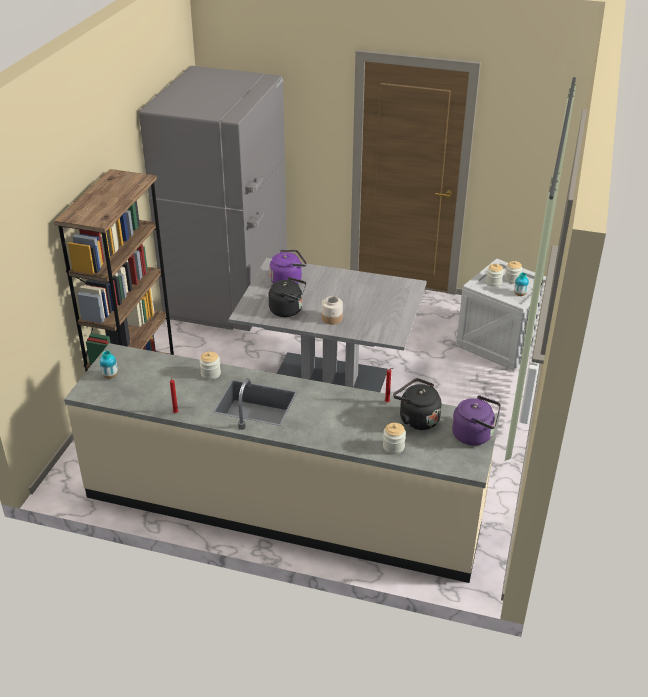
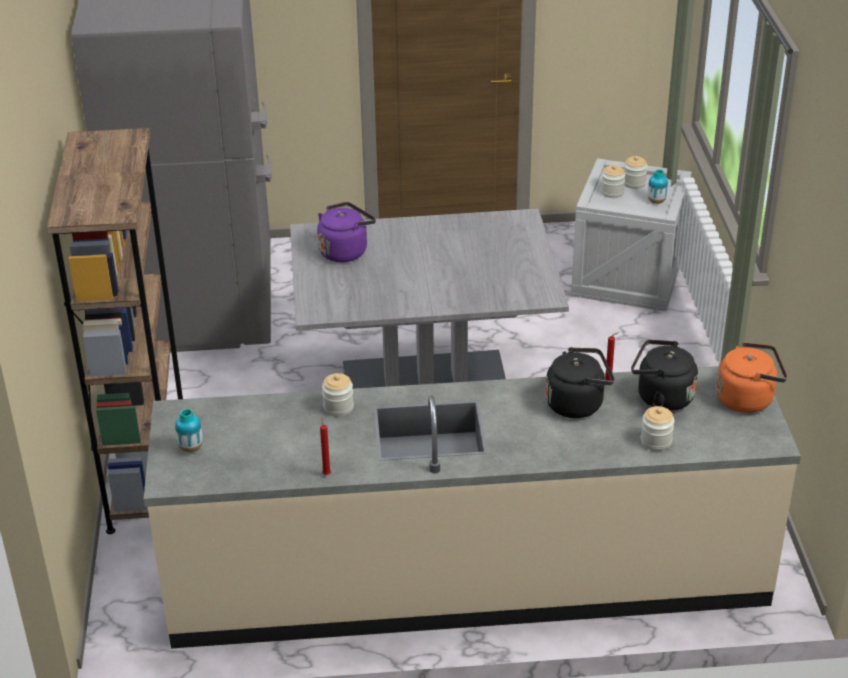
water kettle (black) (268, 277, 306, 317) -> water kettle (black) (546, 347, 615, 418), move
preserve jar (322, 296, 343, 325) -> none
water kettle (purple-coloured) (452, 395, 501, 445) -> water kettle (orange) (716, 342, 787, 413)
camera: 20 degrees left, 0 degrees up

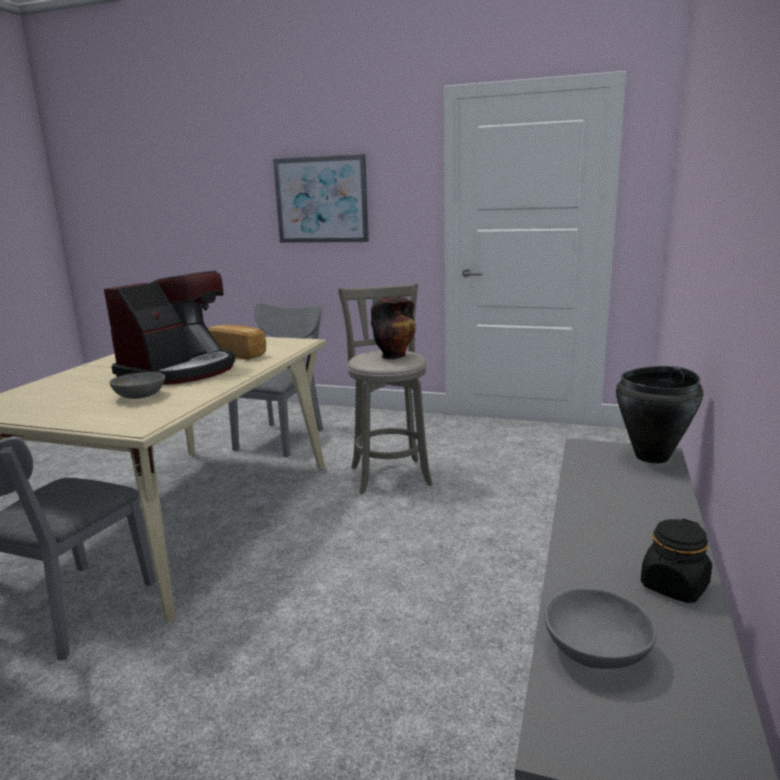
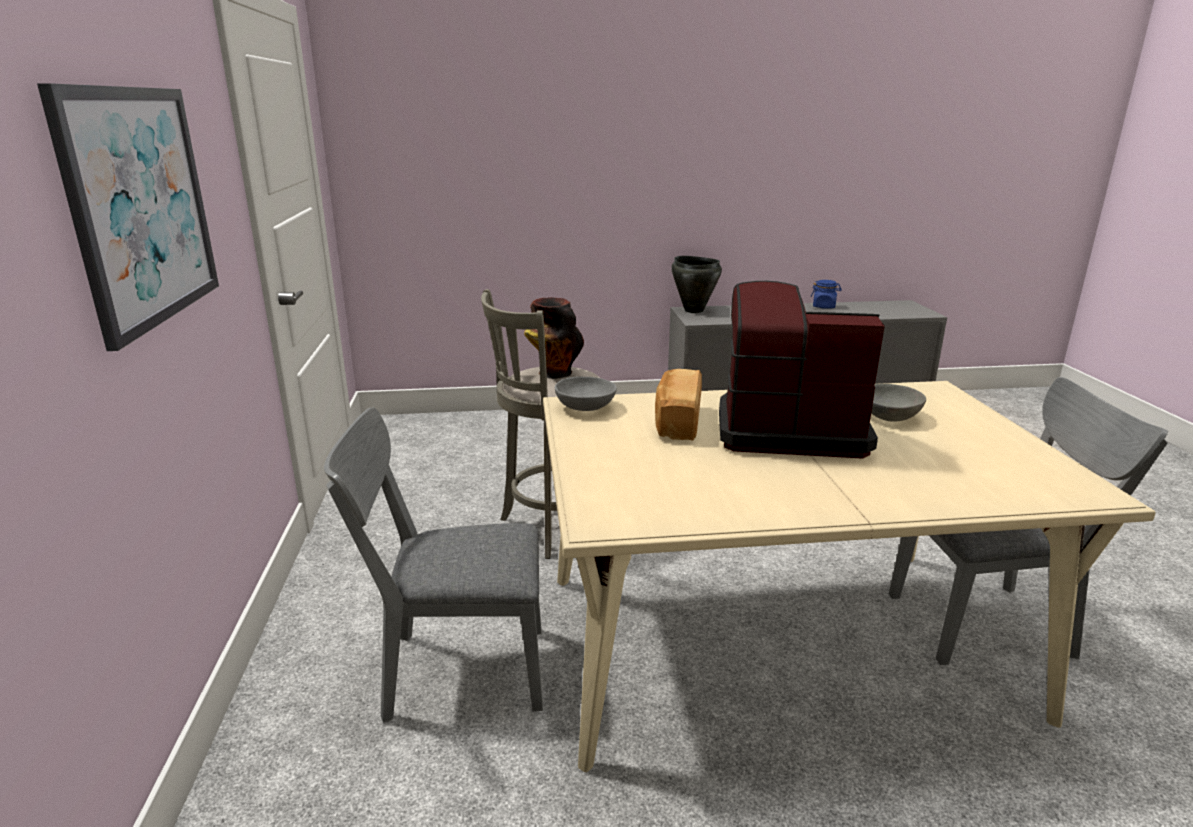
preserve jar (black) (641, 519, 712, 603) -> preserve jar (bluish) (811, 280, 841, 309)
deep dish (gray) (544, 588, 656, 669) -> deep dish (gray) (555, 377, 617, 411), move
camera: 115 degrees left, 5 degrees up

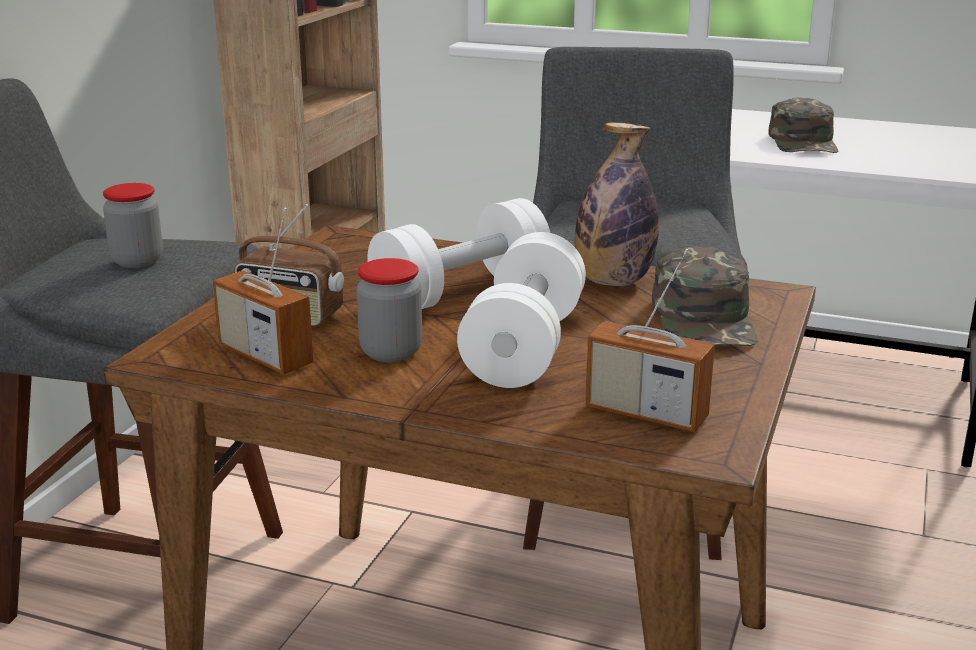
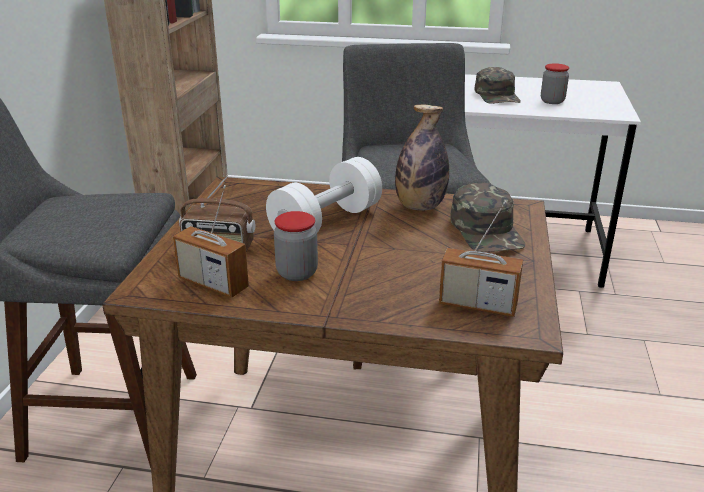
preserve jar (103, 183, 163, 268) -> preserve jar (541, 63, 569, 104), move
free weight (white) (457, 232, 586, 388) -> none
camera: 10 degrees left, 5 degrees up

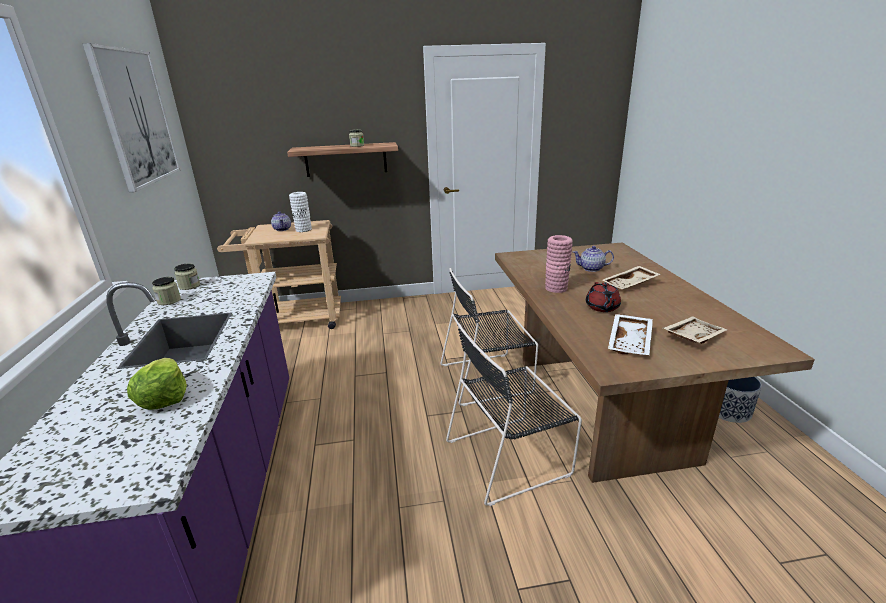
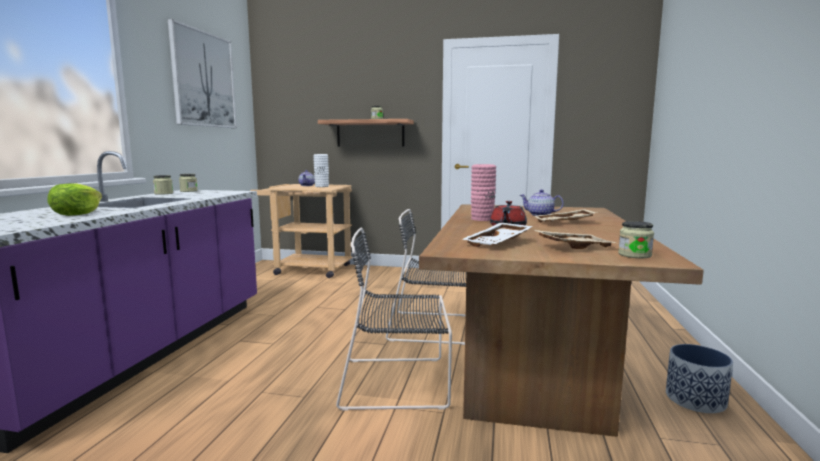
none -> preserve jar (618, 221, 654, 258)
camera: 20 degrees right, 15 degrees down

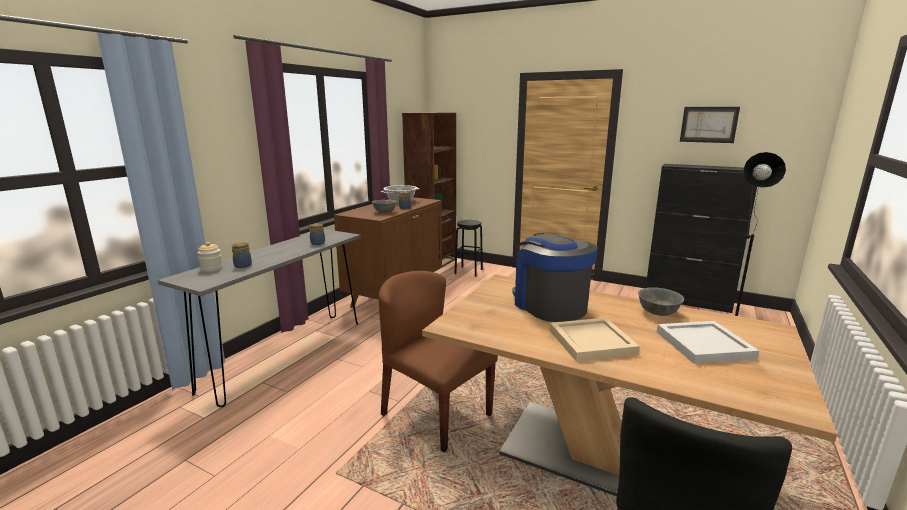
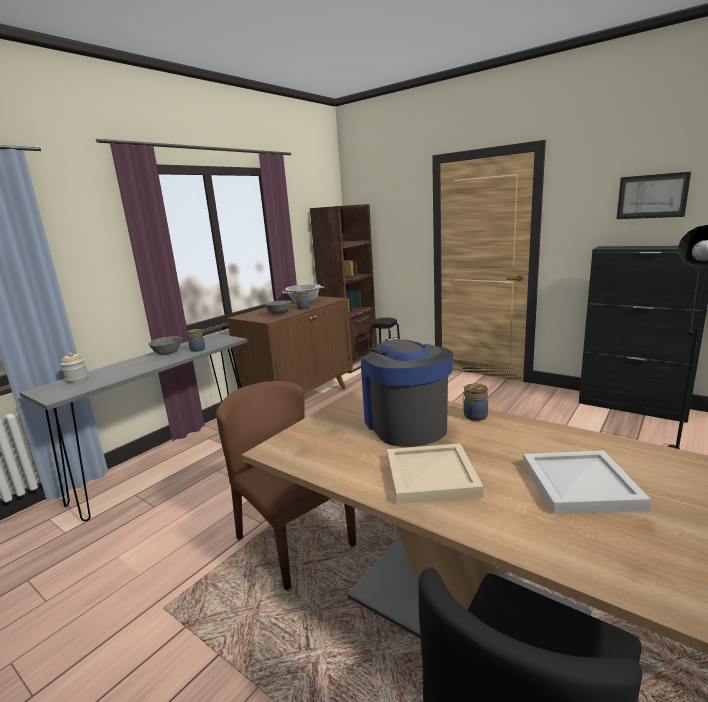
preserve jar (232, 243, 252, 268) -> preserve jar (463, 384, 488, 421), move
deep dish (gray) (638, 287, 684, 316) -> deep dish (gray) (148, 336, 182, 355), move
camera: 10 degrees right, 0 degrees up

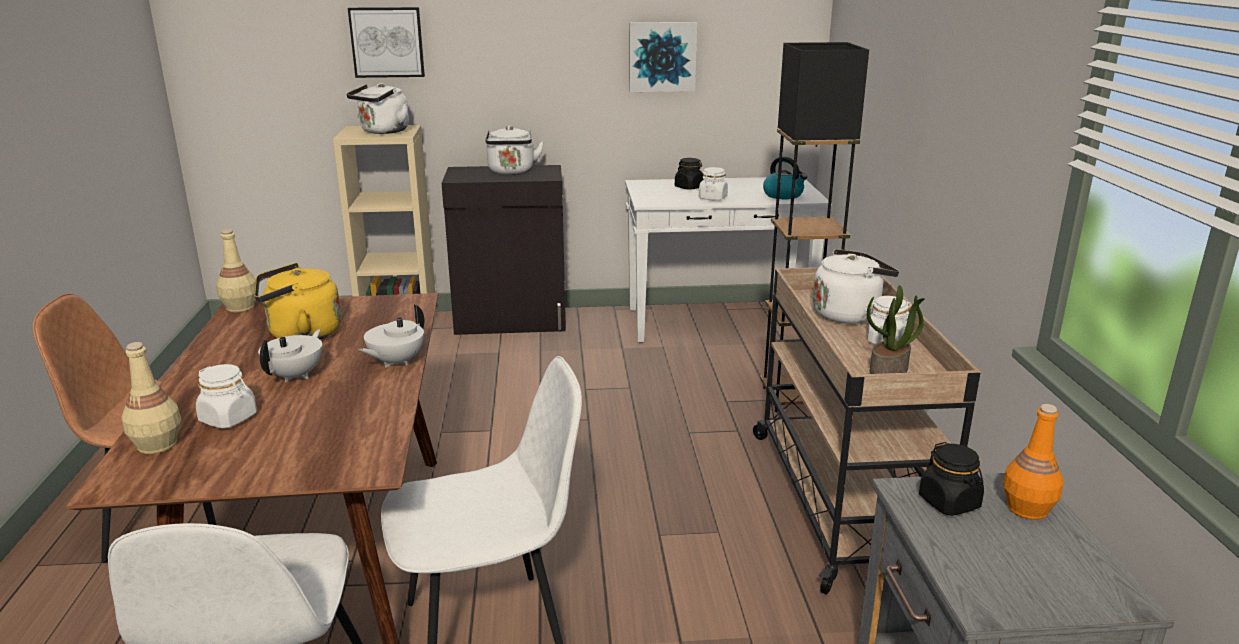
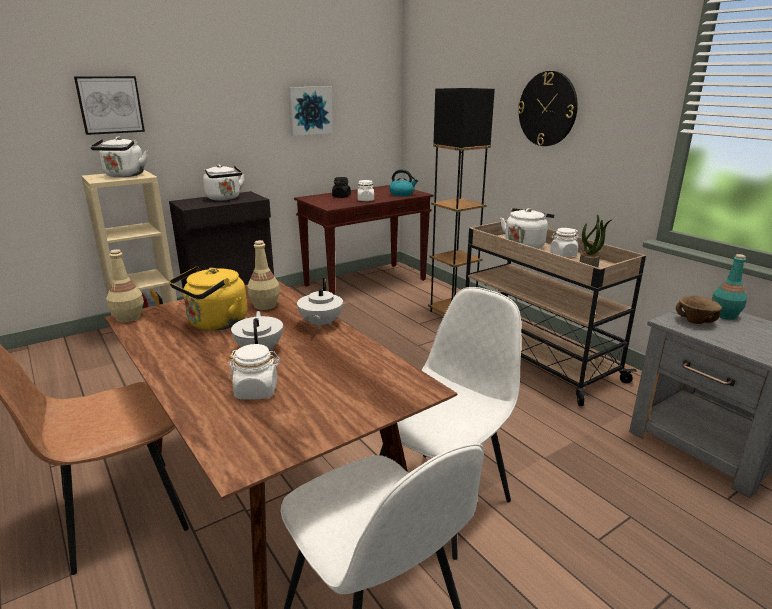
console table (white) (625, 177, 832, 343) -> console table (brownish) (294, 185, 433, 295)
beverage bottle (beige-coloured) (121, 342, 181, 454) -> beverage bottle (beige-coloured) (247, 240, 280, 310), move
beverage bottle (orange) (1003, 404, 1064, 520) -> beverage bottle (blue-green) (711, 254, 747, 320)
preserve jar (black) (919, 442, 984, 516) -> deep dish (brownish) (676, 296, 722, 324)
none -> hanging clock (518, 71, 578, 146)
camera: 30 degrees left, 0 degrees up

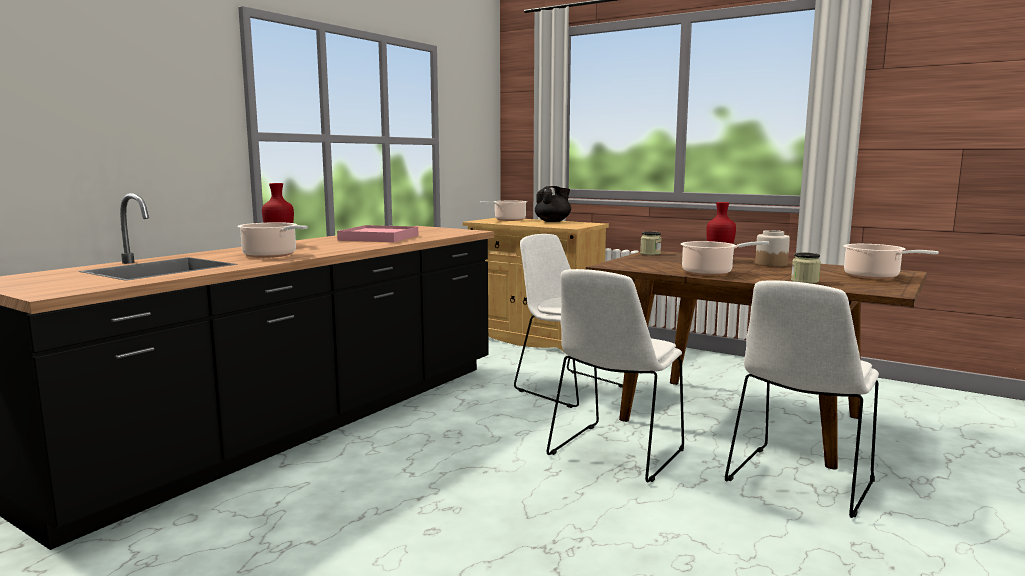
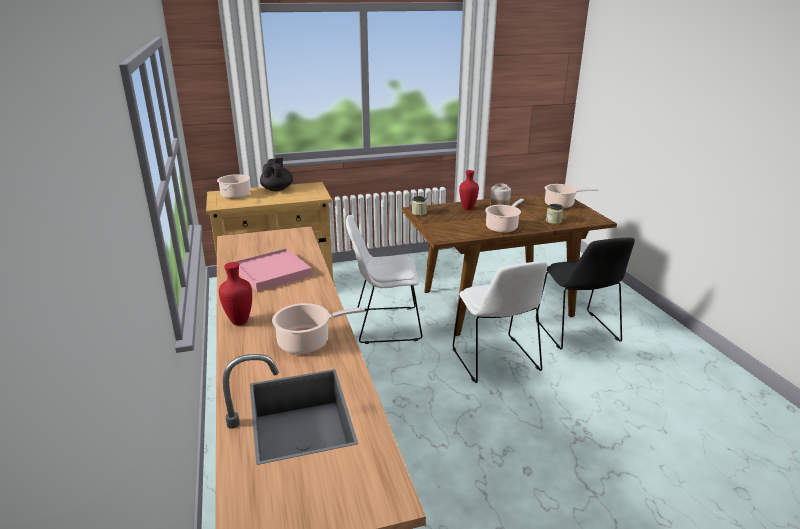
plain chair (white) (725, 280, 879, 518) -> plain chair (black) (536, 238, 635, 349)
camera: 50 degrees left, 15 degrees up

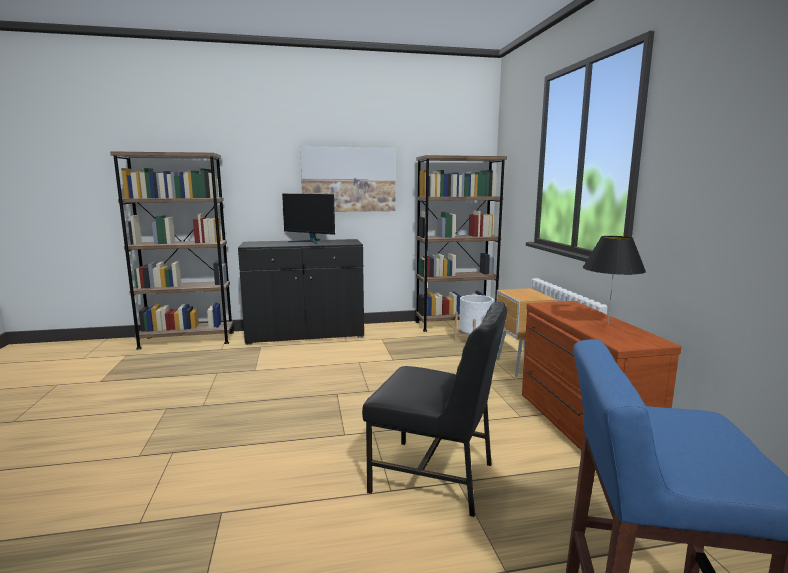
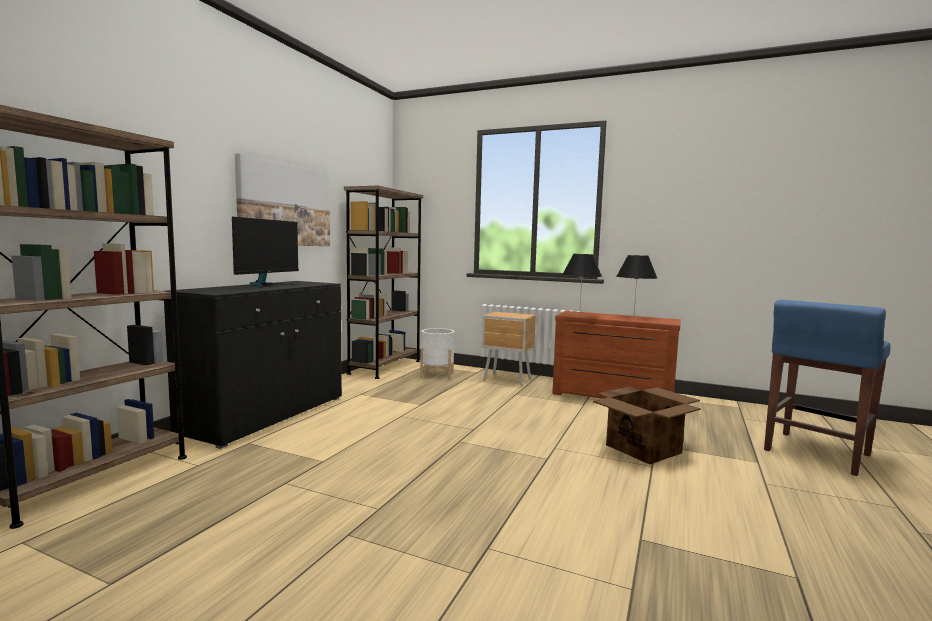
computer screen (282, 194, 335, 245) -> computer screen (232, 217, 299, 288), 45 degrees counterclockwise
plain chair (black) (362, 301, 507, 517) -> packing box (593, 387, 701, 465)
none -> lamp for a table (black) (562, 254, 602, 307)
camera: 55 degrees left, 5 degrees down

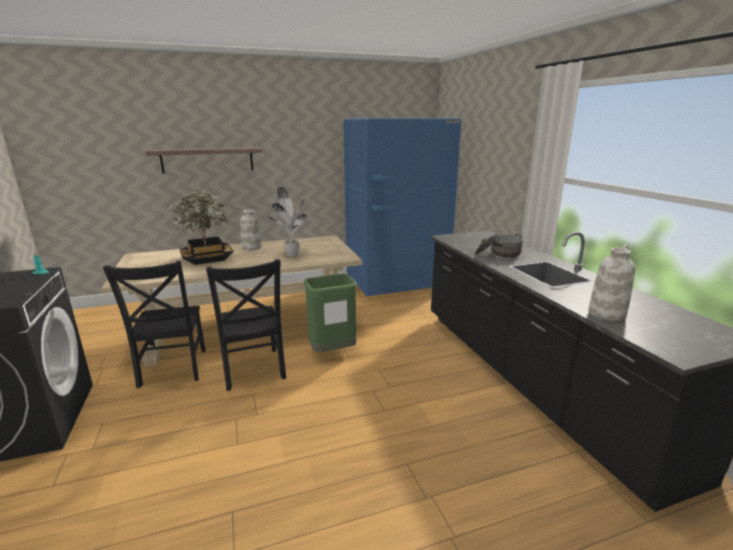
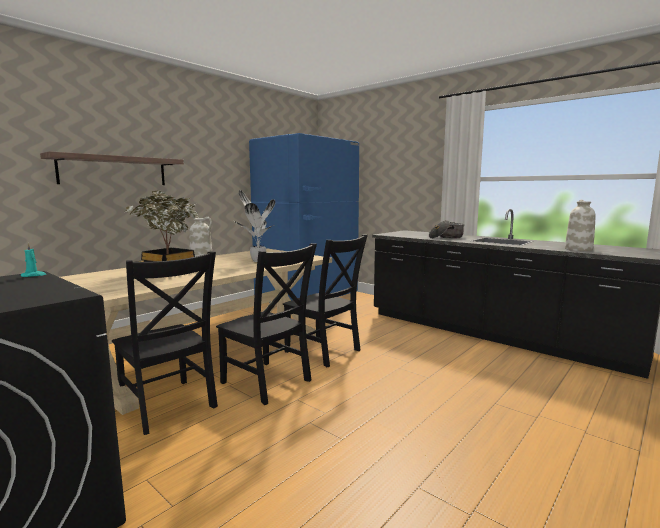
rubbish bin (greenish) (304, 274, 357, 352) -> plain chair (black) (283, 235, 368, 367)
camera: 30 degrees left, 10 degrees down

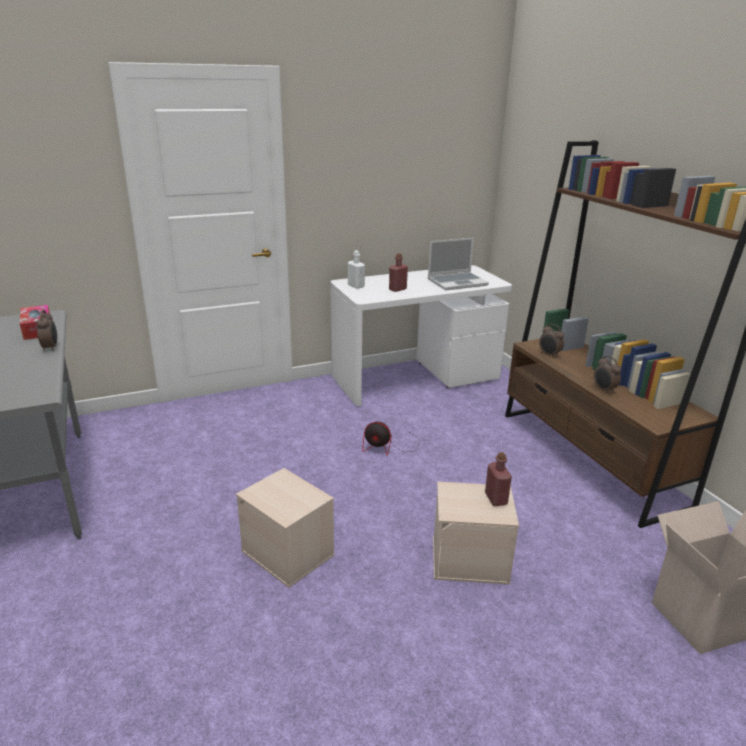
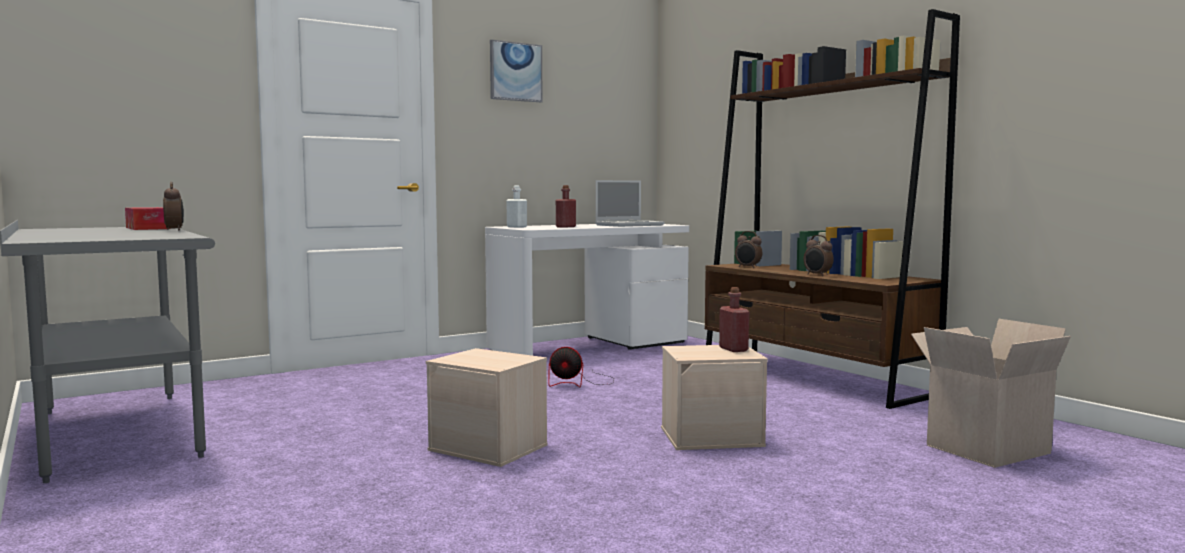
none -> wall art (490, 40, 543, 102)
camera: 10 degrees left, 20 degrees down

